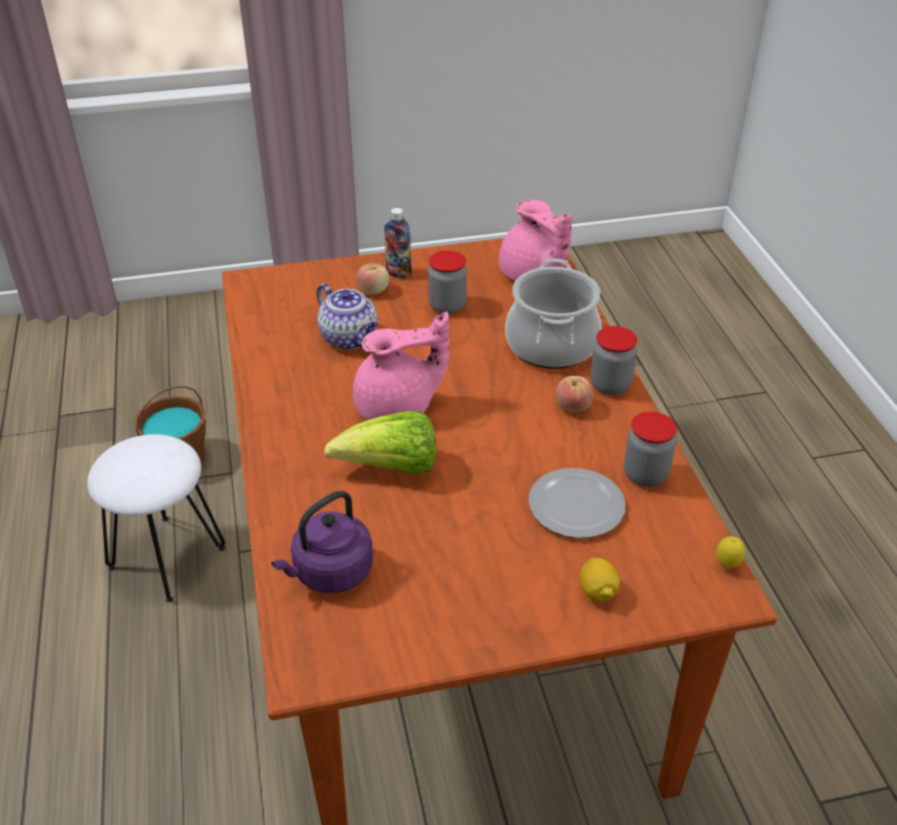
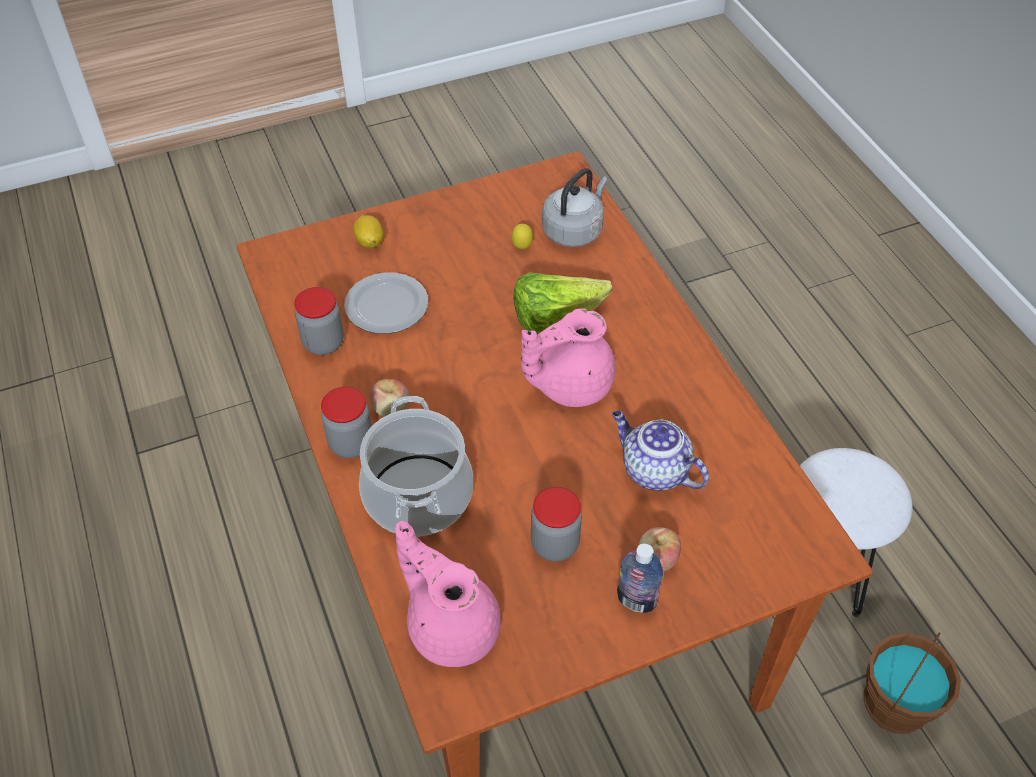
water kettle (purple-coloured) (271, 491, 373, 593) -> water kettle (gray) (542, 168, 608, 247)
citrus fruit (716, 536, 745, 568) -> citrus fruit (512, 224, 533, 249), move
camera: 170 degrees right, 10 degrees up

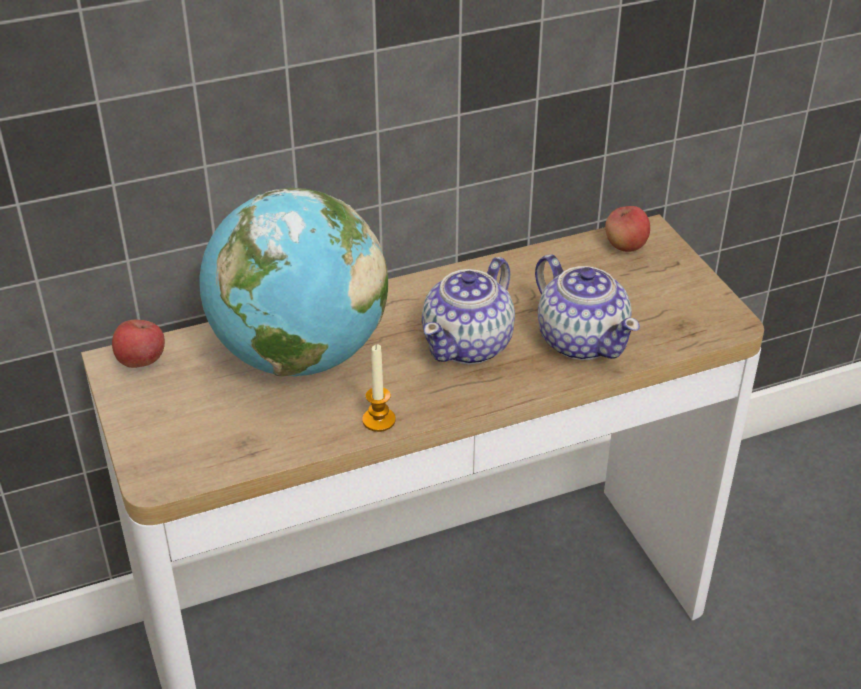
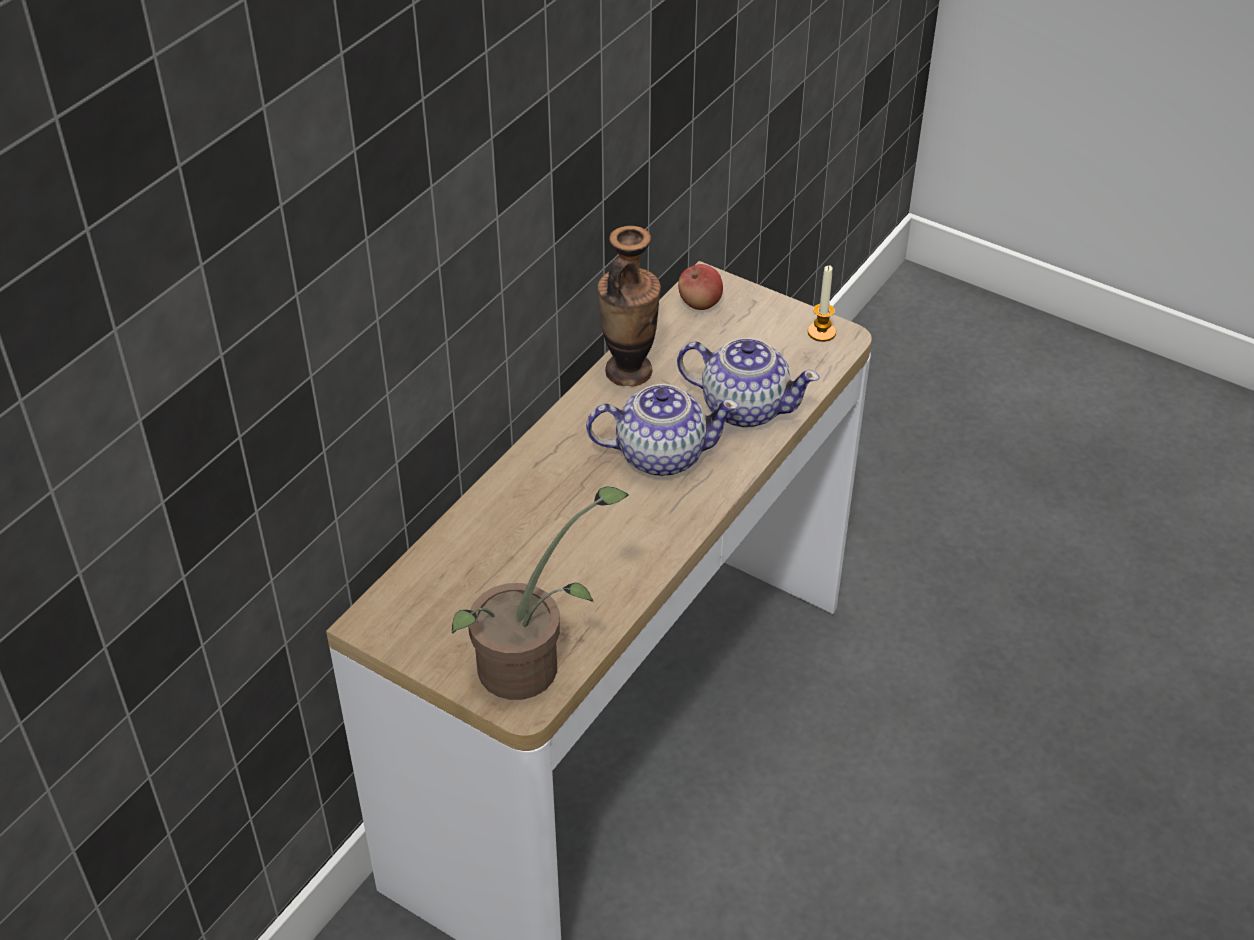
globe (199, 188, 388, 377) -> none
teapot (422, 257, 515, 365) -> teapot (586, 384, 739, 476), 90 degrees counterclockwise
apple (112, 320, 165, 368) -> none
wax candle (362, 345, 396, 432) -> wax candle (808, 266, 836, 342), move
none -> decorative vase (598, 226, 661, 387)
none -> houseplant (452, 486, 629, 700)
camera: 35 degrees left, 5 degrees up

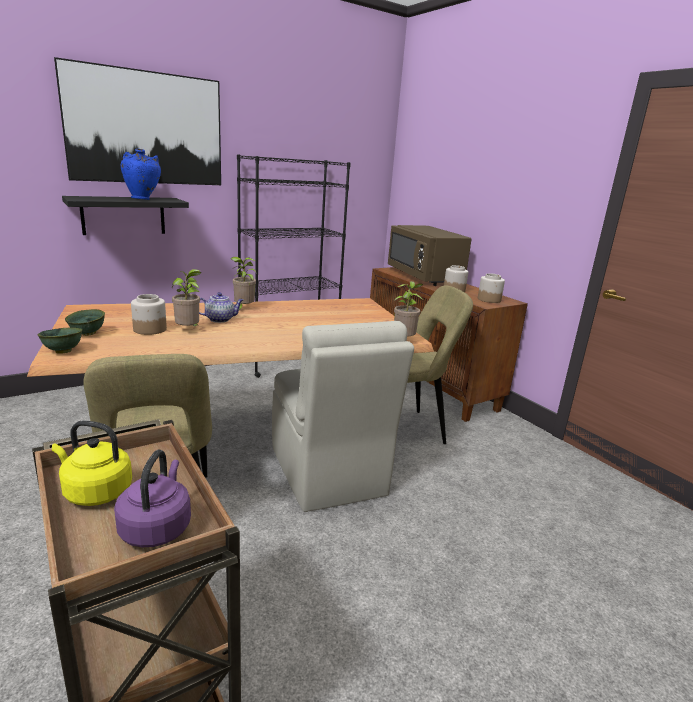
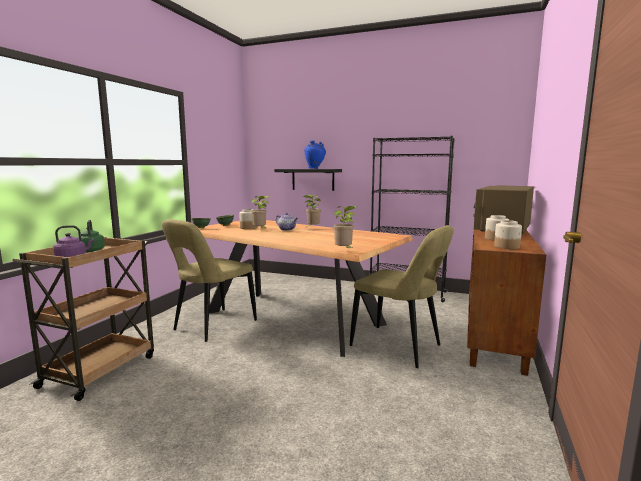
wall art (54, 57, 221, 185) -> none
plain chair (beige-coloured) (272, 321, 414, 512) -> none
water kettle (yellow) (52, 420, 132, 506) -> water kettle (greenish) (77, 220, 105, 252)
camera: 55 degrees right, 10 degrees down

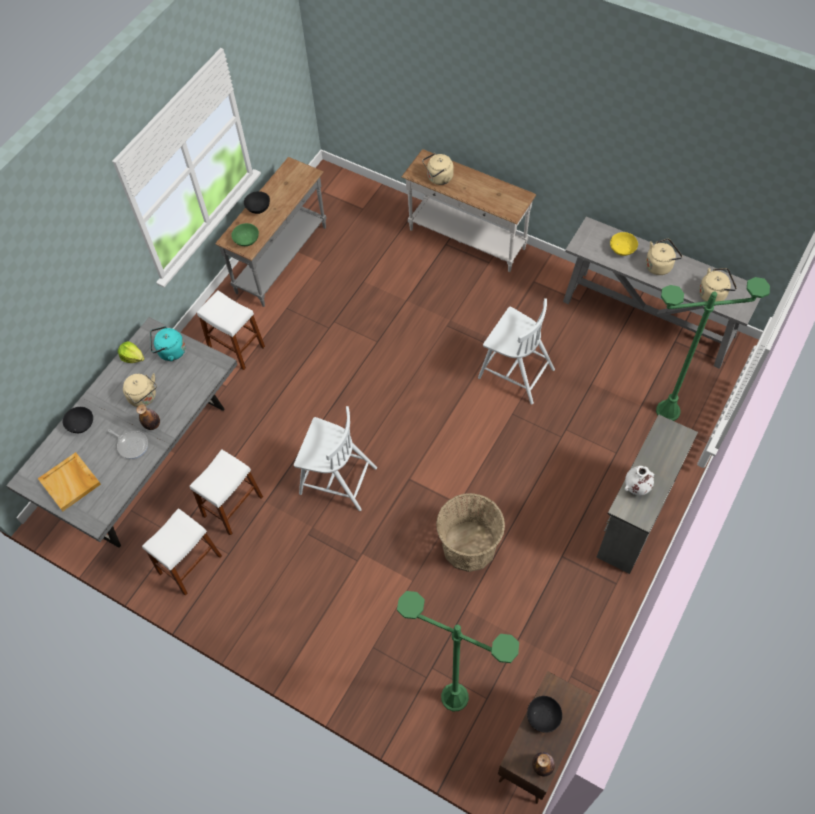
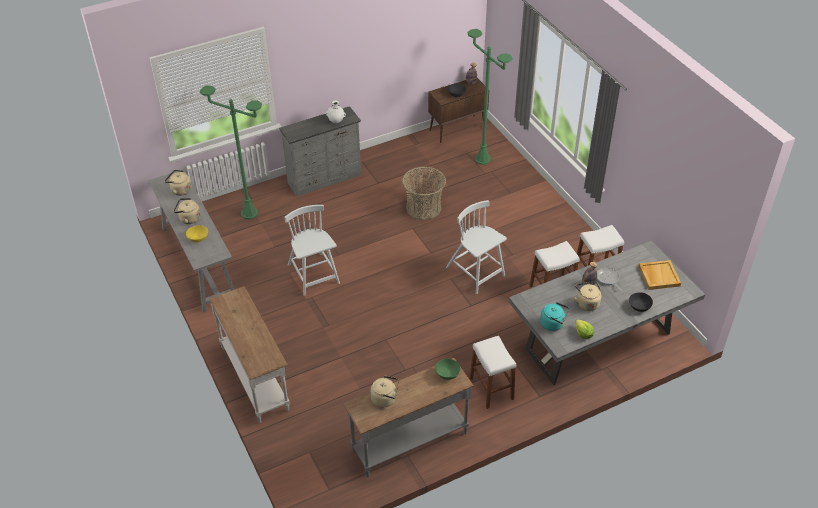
water kettle (beige-coloured) (422, 153, 454, 185) -> water kettle (beige-coloured) (370, 375, 399, 408), move
deep dish (black) (244, 191, 270, 214) -> none
camera: 150 degrees left, 15 degrees down

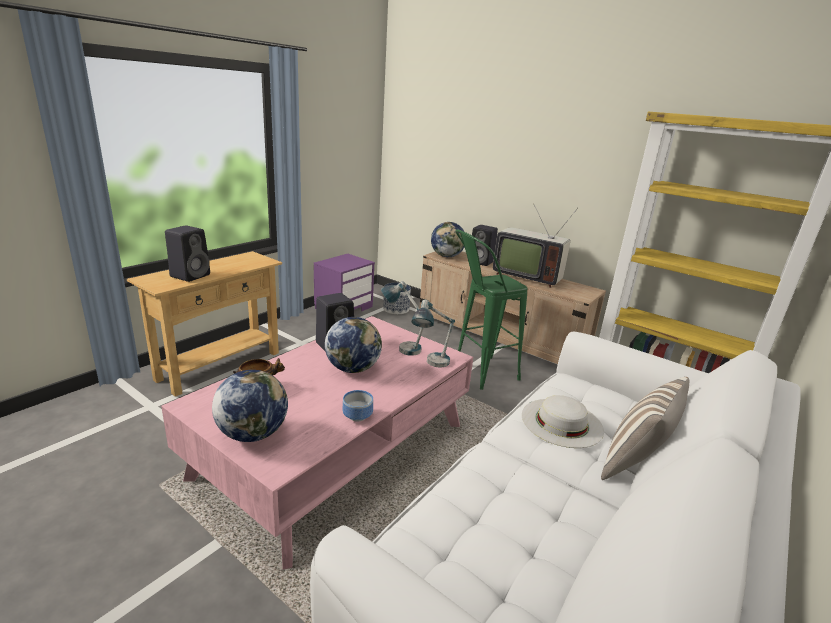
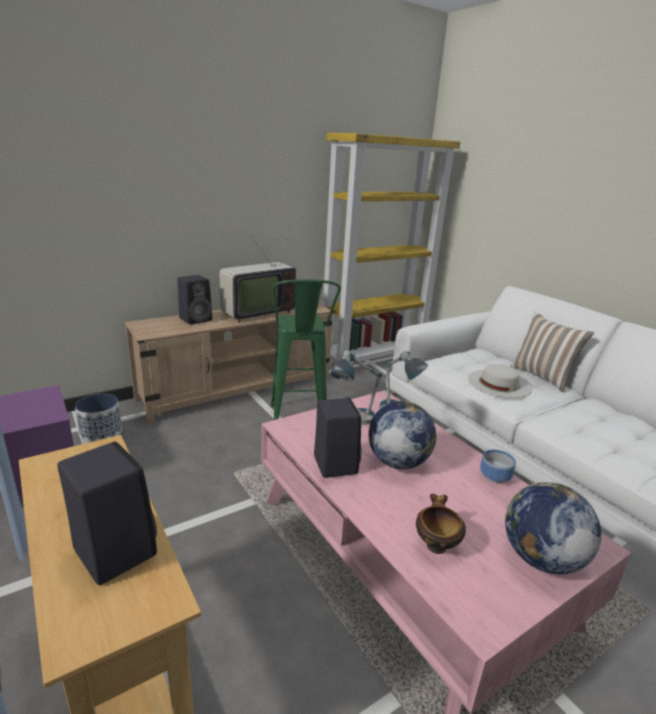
globe (431, 222, 464, 257) -> none
camera: 70 degrees left, 0 degrees up

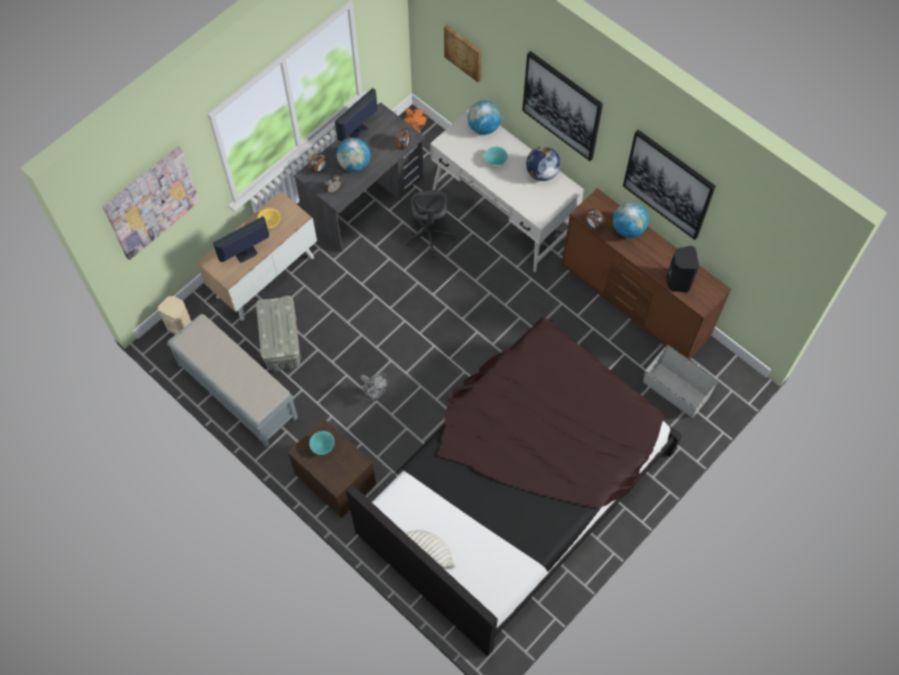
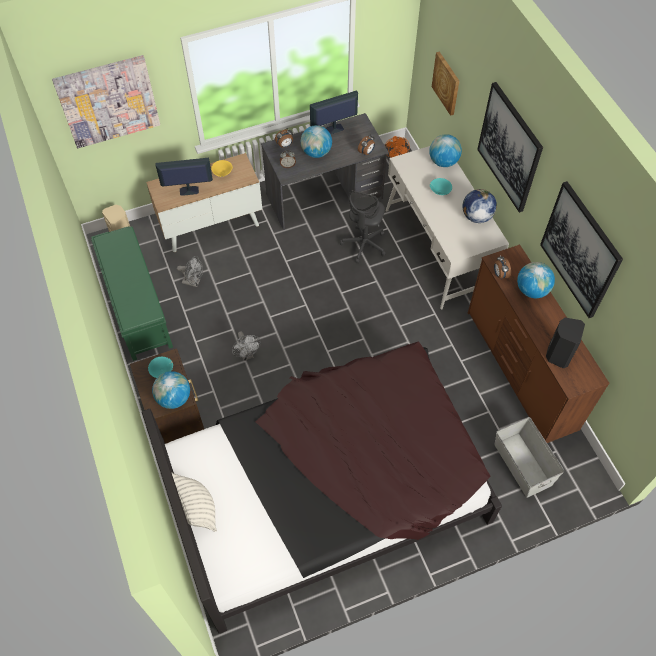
storage container (gray) (256, 296, 301, 371) -> electric fan (gray) (177, 256, 203, 287)
indoor bench (gray) (167, 314, 298, 447) -> indoor bench (greenish) (91, 226, 173, 361)
none -> globe (152, 371, 190, 409)
camera: 25 degrees right, 5 degrees down

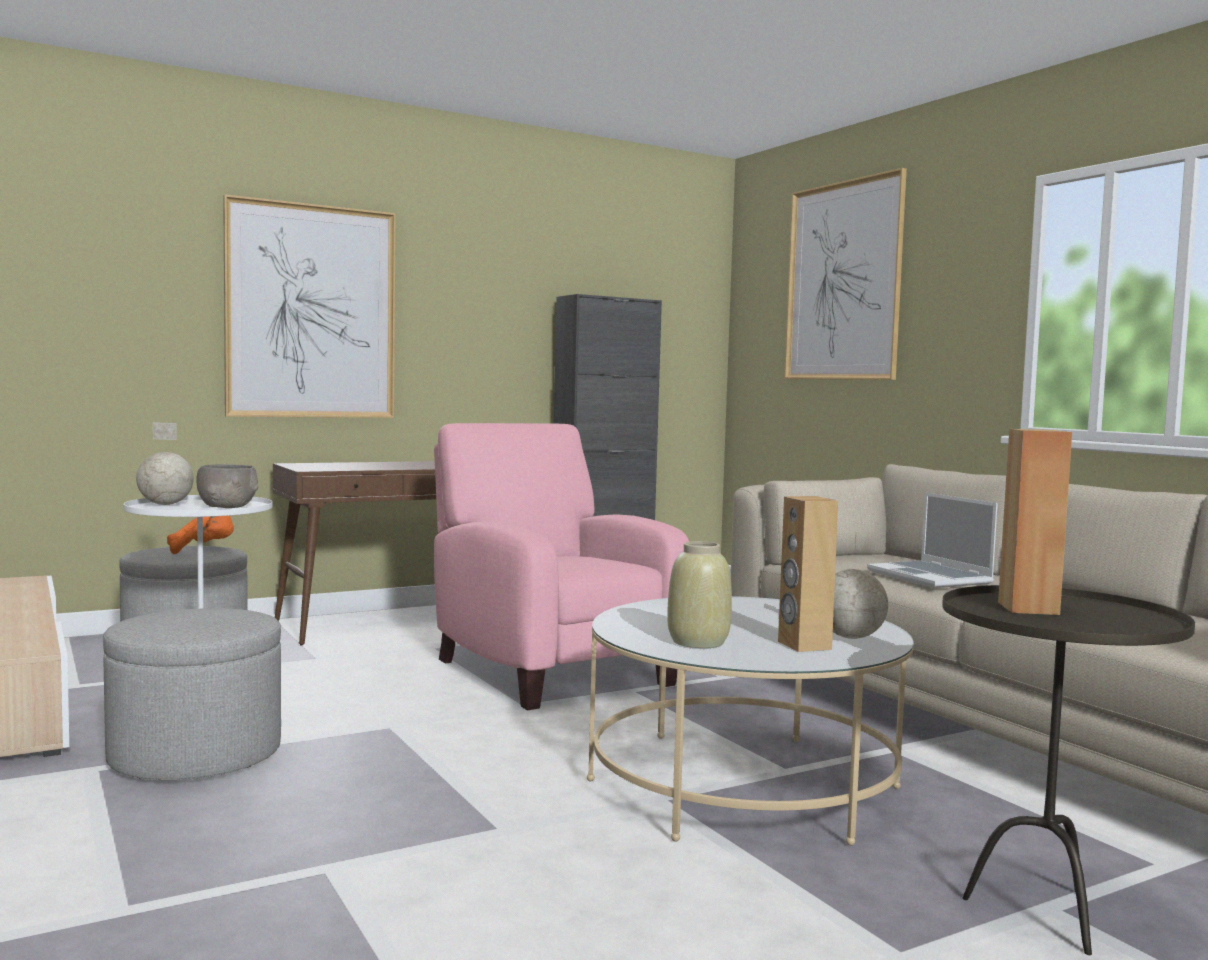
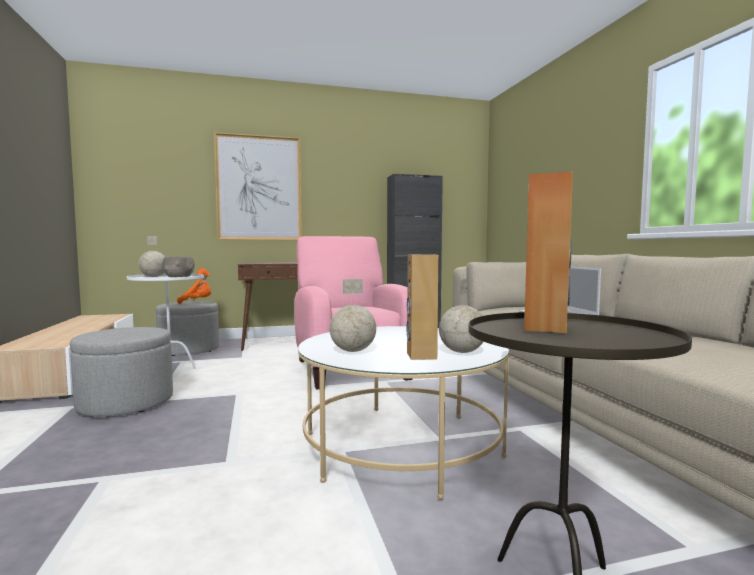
wall art (784, 168, 907, 380) -> none
decorative vase (beige-coloured) (667, 541, 732, 648) -> globe (330, 279, 376, 352)
camera: 15 degrees right, 0 degrees up

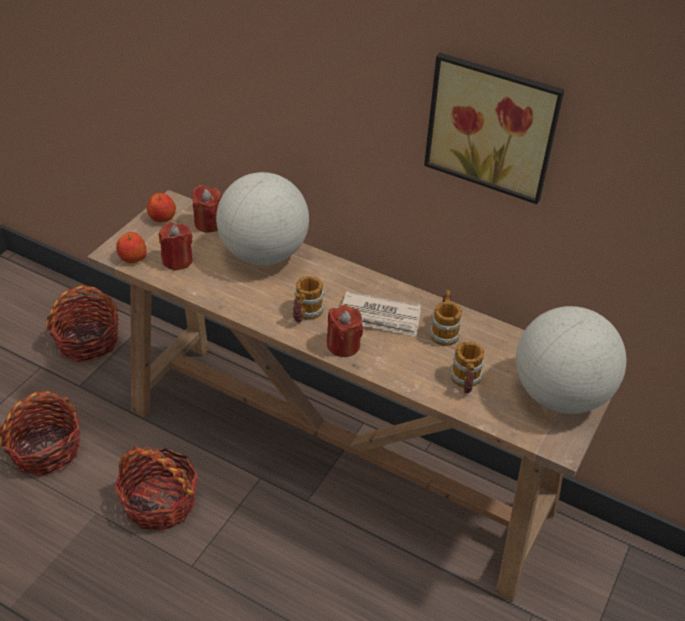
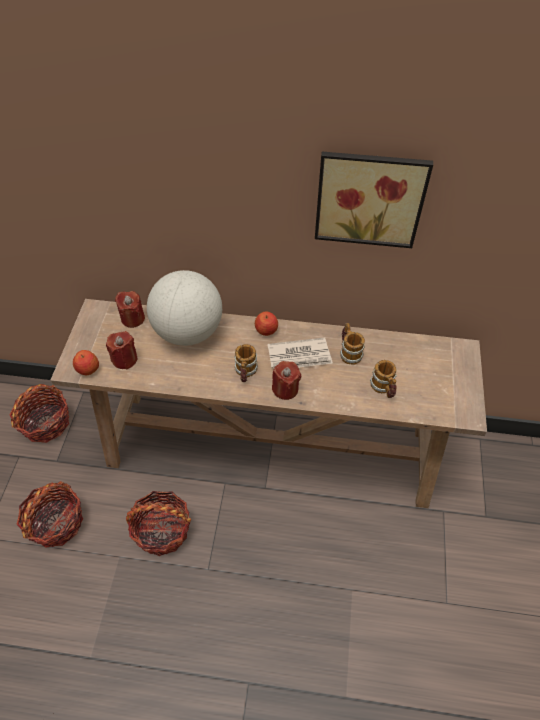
apple (147, 193, 176, 222) -> apple (255, 312, 278, 336), move
globe (516, 306, 626, 414) -> none
camera: 20 degrees left, 10 degrees up

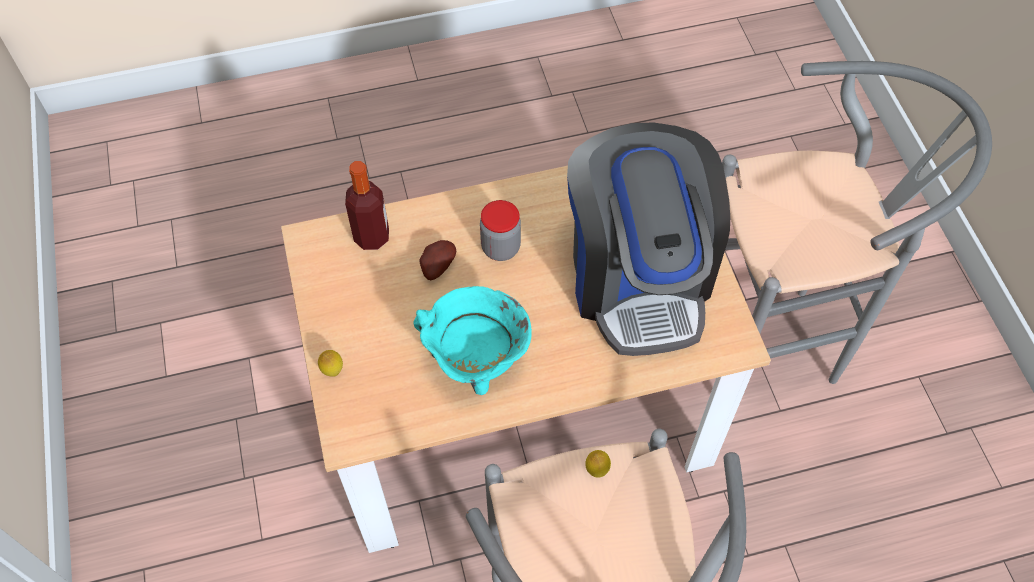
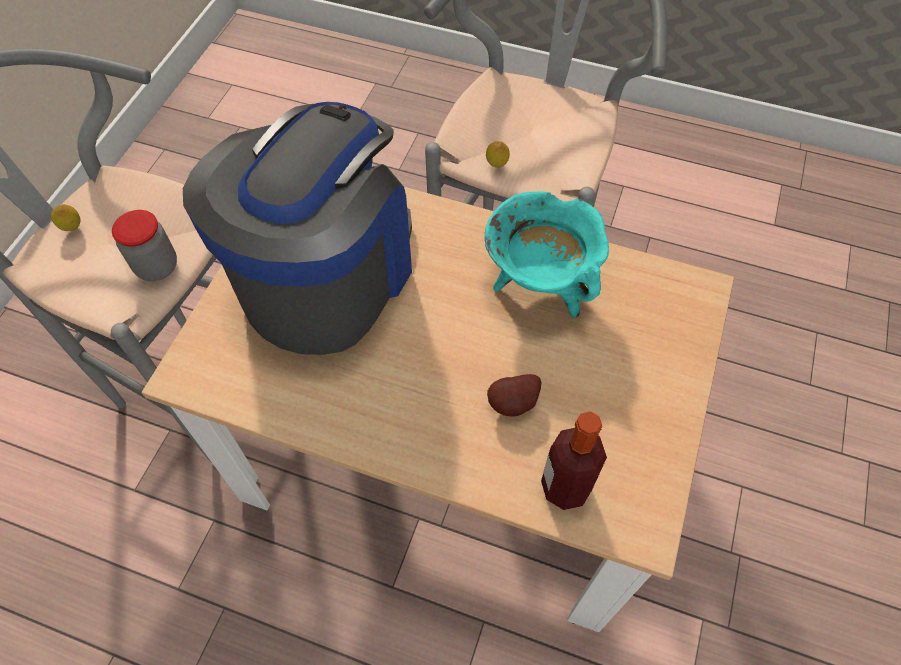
preserve jar (480, 200, 521, 261) -> preserve jar (112, 210, 177, 281), move
citrus fruit (318, 350, 343, 377) -> citrus fruit (51, 204, 80, 231), move
camera: 145 degrees left, 0 degrees up

